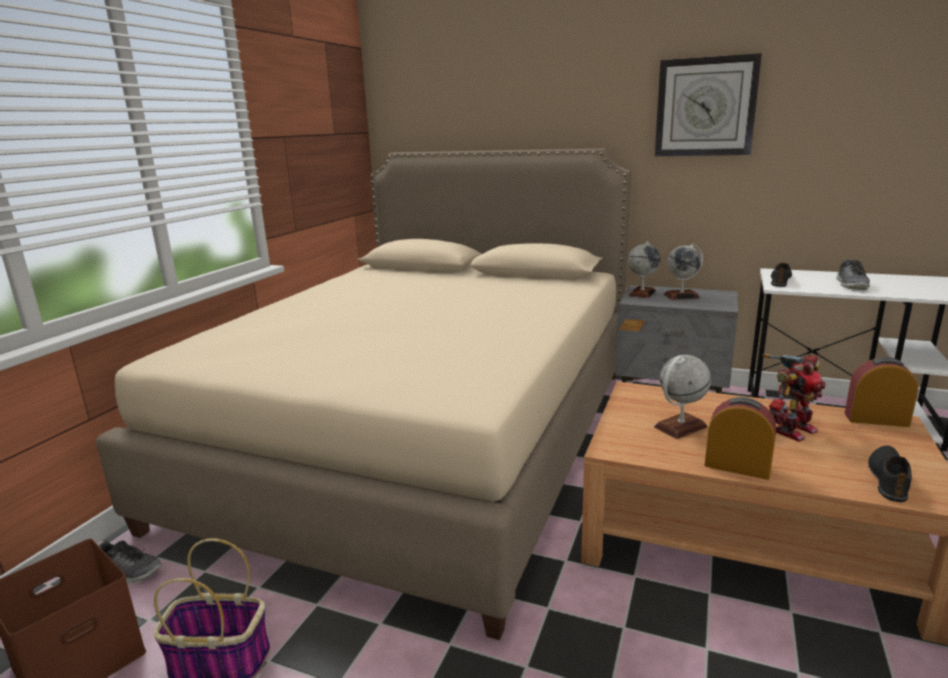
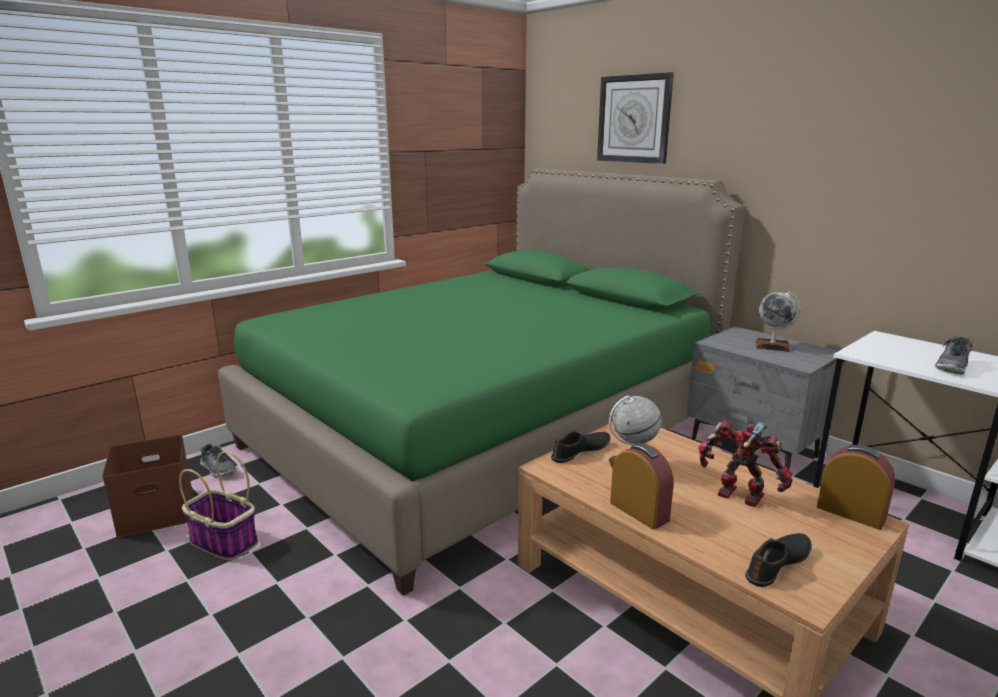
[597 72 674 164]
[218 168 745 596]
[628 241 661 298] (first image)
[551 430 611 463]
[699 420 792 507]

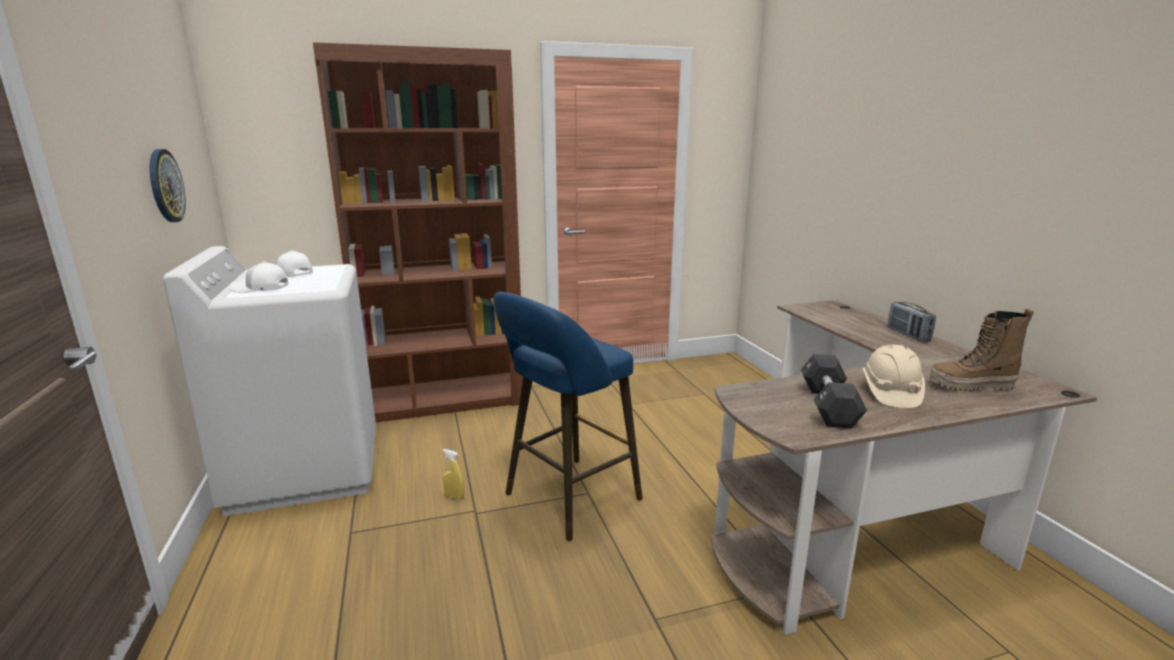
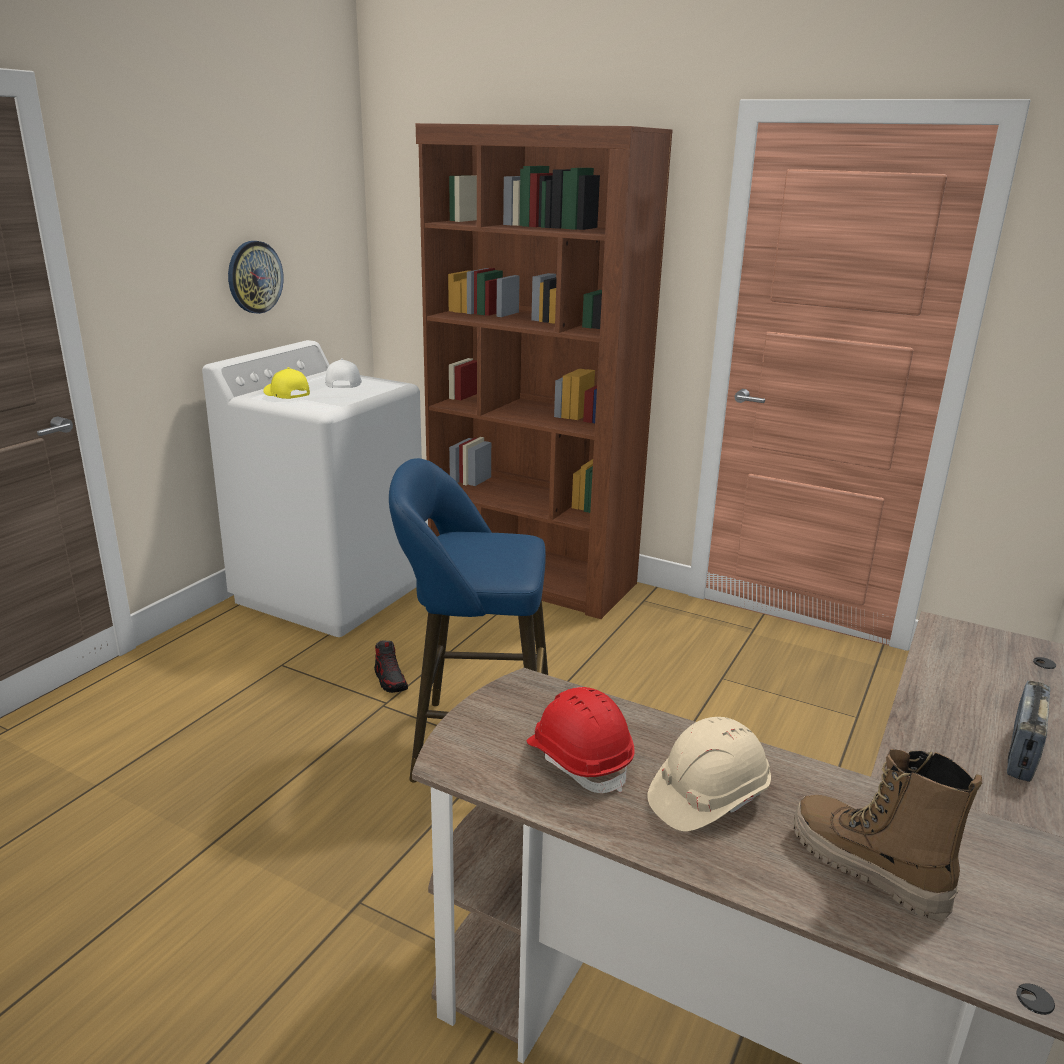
[263 367 310 399]
[527 687 635 793]
[374 640 408 693]

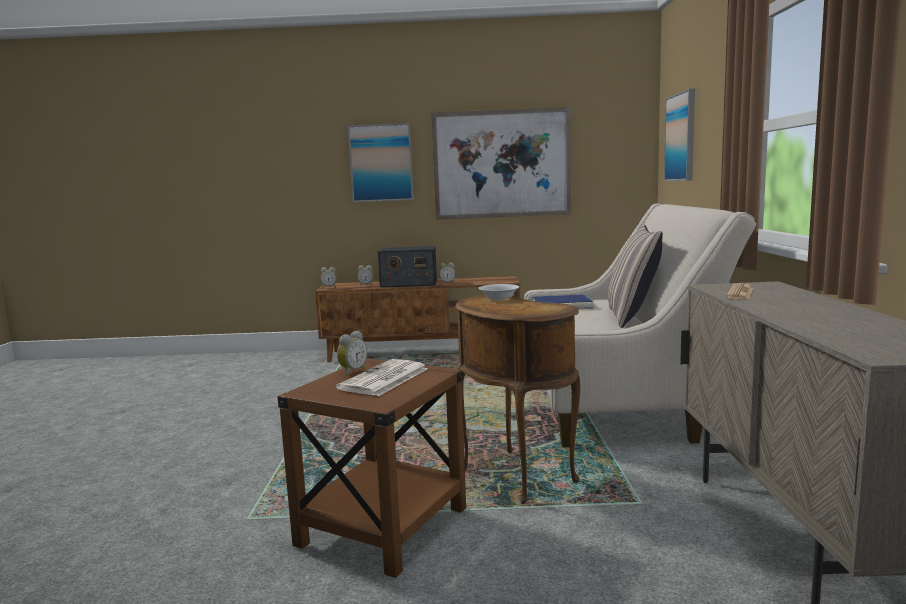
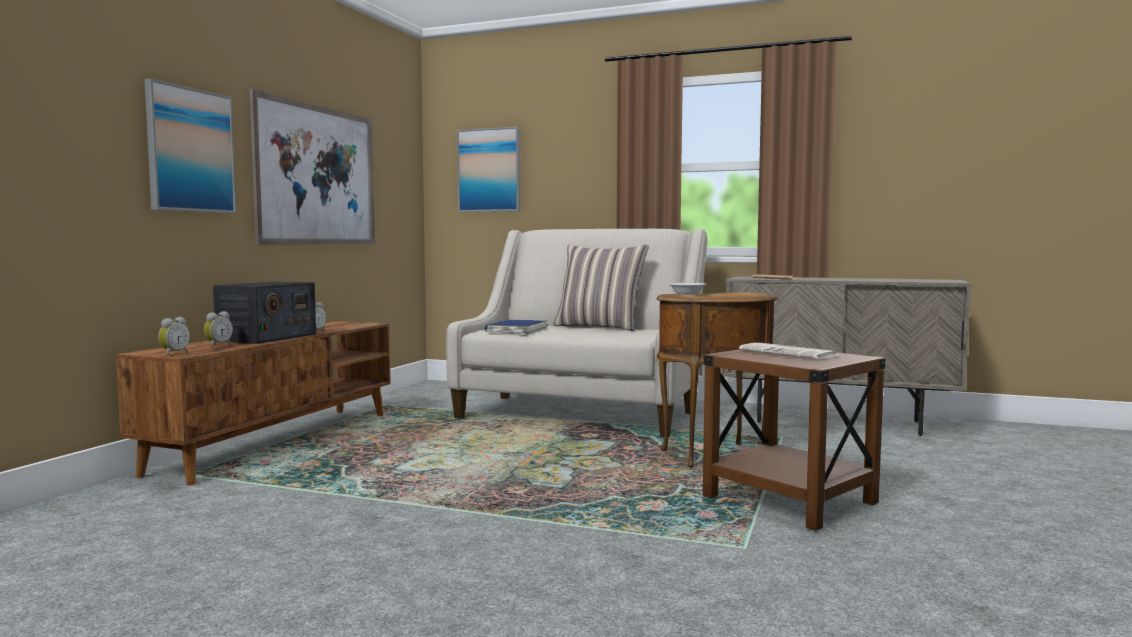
[337 331 367 376] (first image)

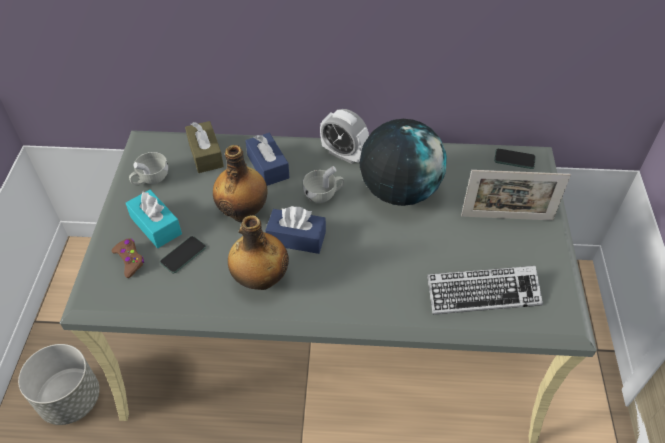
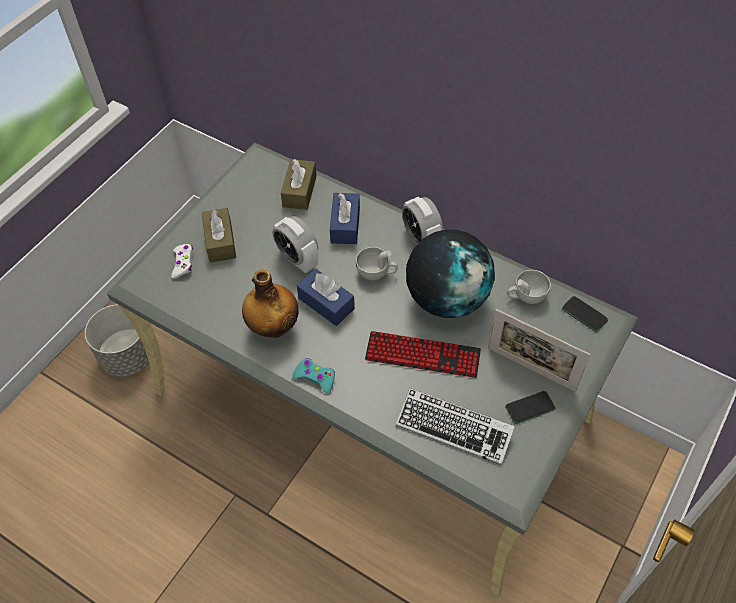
[273 216 318 273]
[507 270 551 304]
[201 208 236 263]
[505 391 556 424]
[171 244 193 279]
[365 331 481 378]
[292 358 335 394]

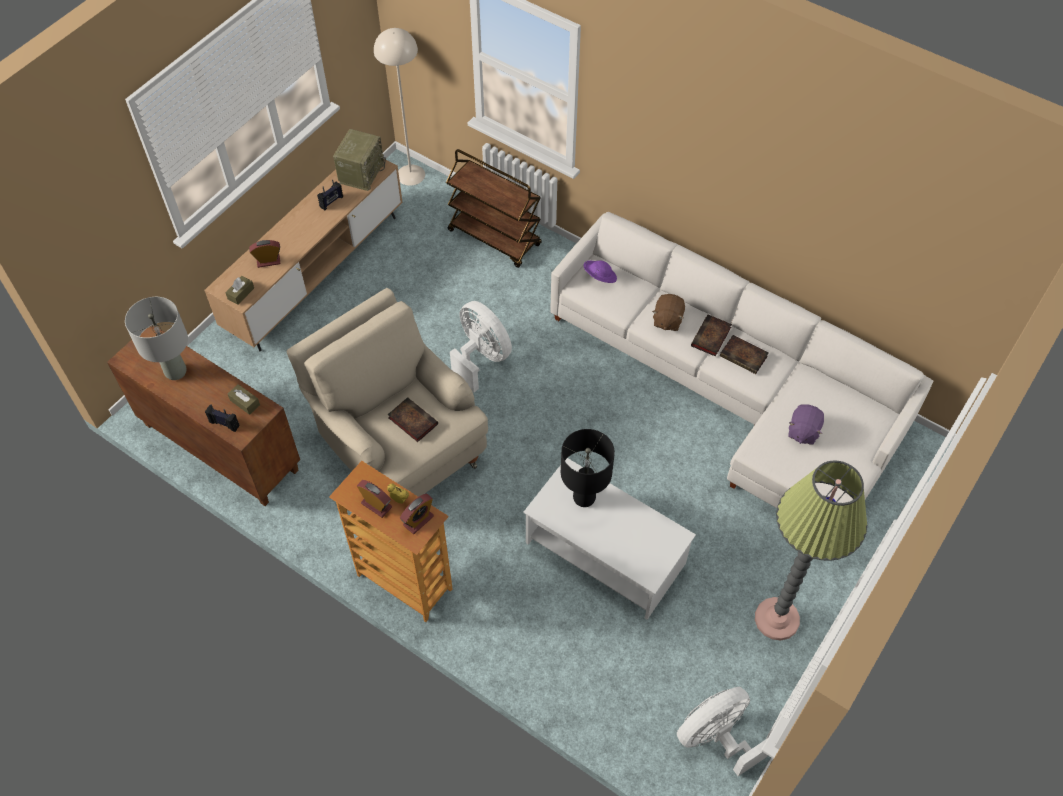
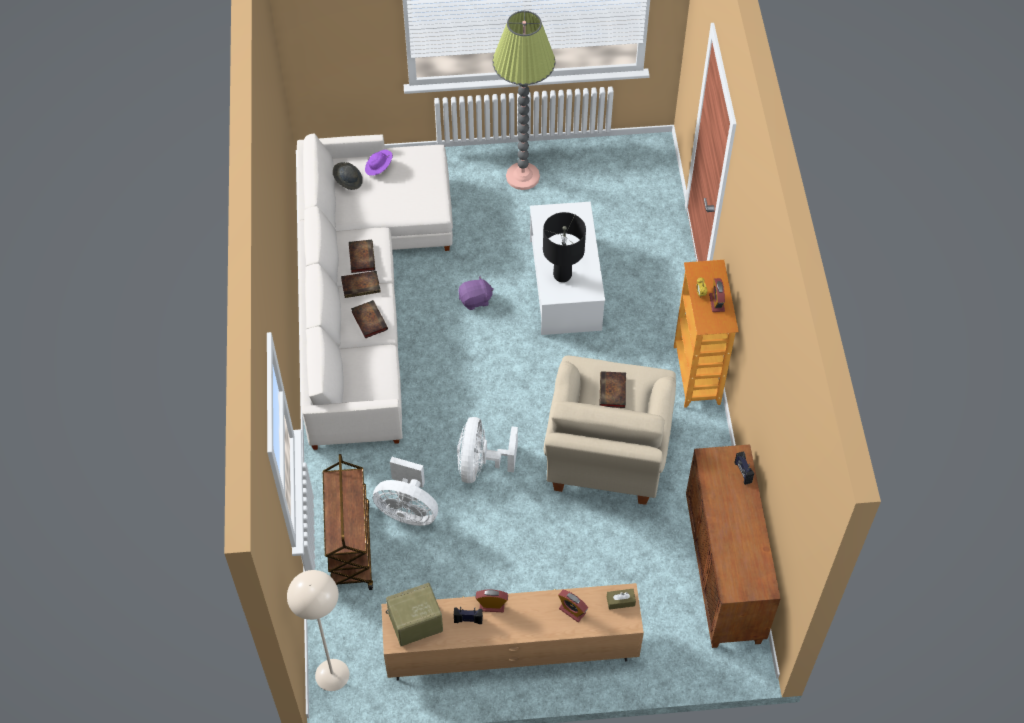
[365 150 393 176]
[351 300 388 339]
[125 297 188 380] (first image)
[228 384 260 415] (first image)
[458 276 494 310]
[475 590 508 612]
[373 457 438 526]
[333 162 363 190]

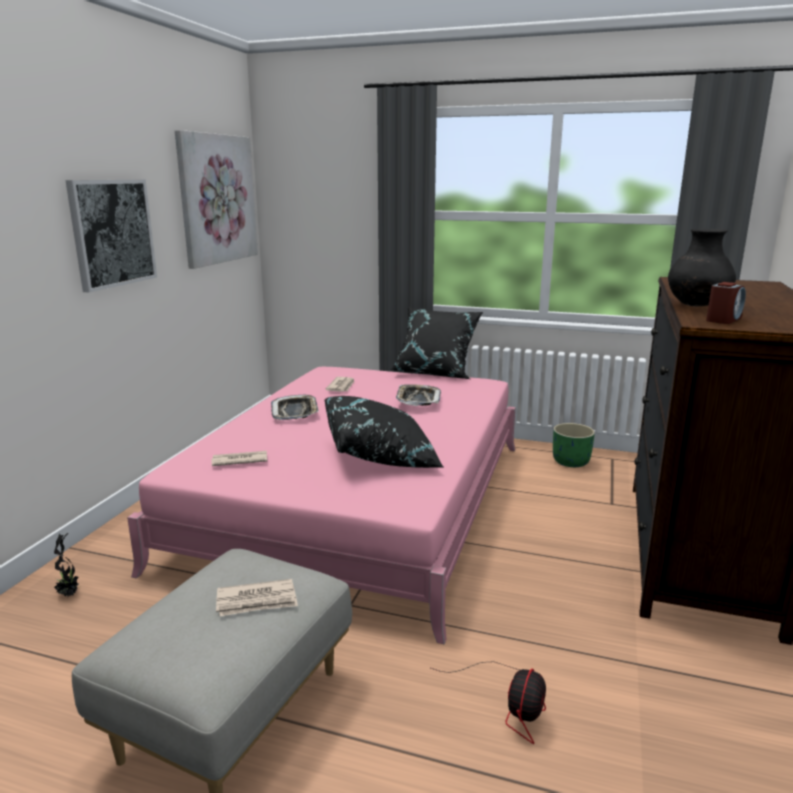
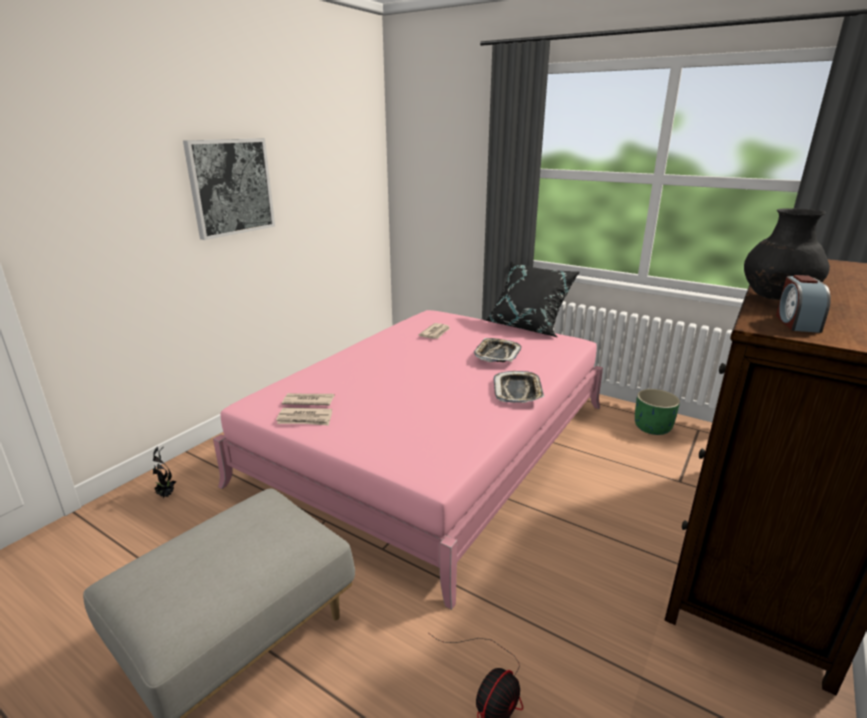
[175 130 258 269] (first image)
[776 275 831 333]
[493 371 544 403]
[324 396 444 468] (first image)
[276 408 332 426]

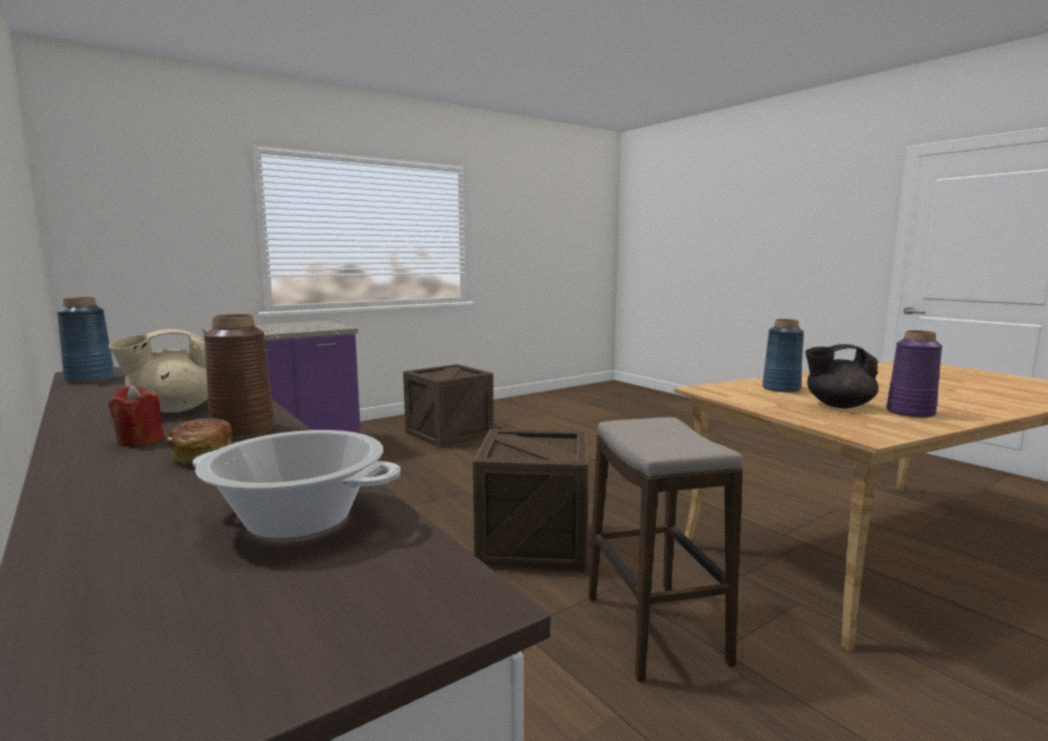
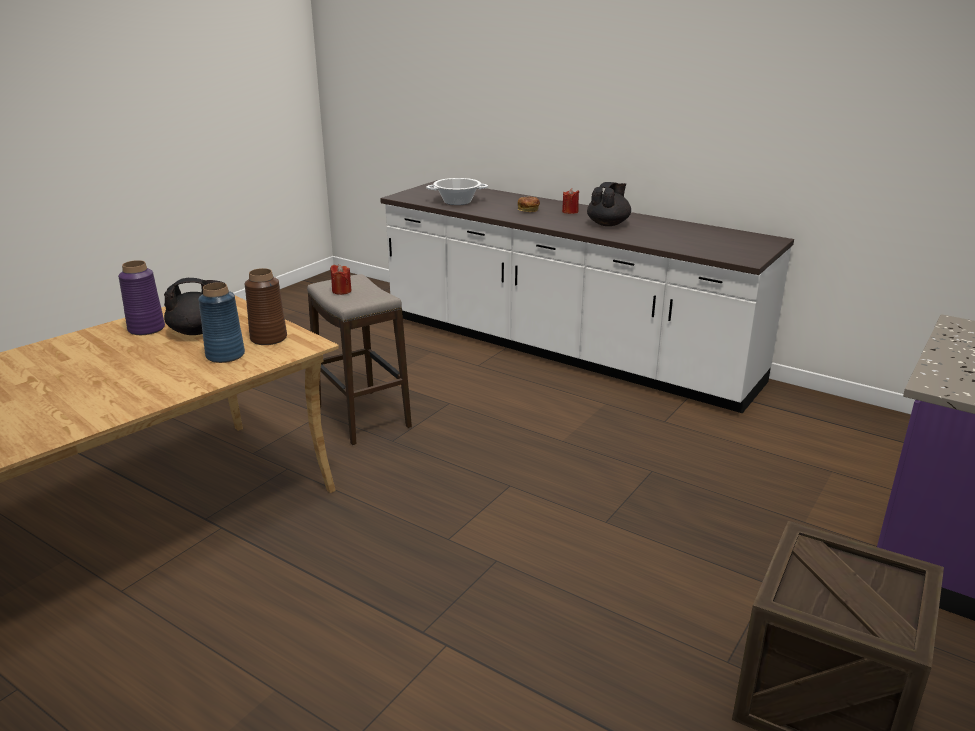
[57 297 115 383] (first image)
[245 268 287 345]
[587 182 631 226]
[473 429 588 572] (first image)
[330 264 352 295]

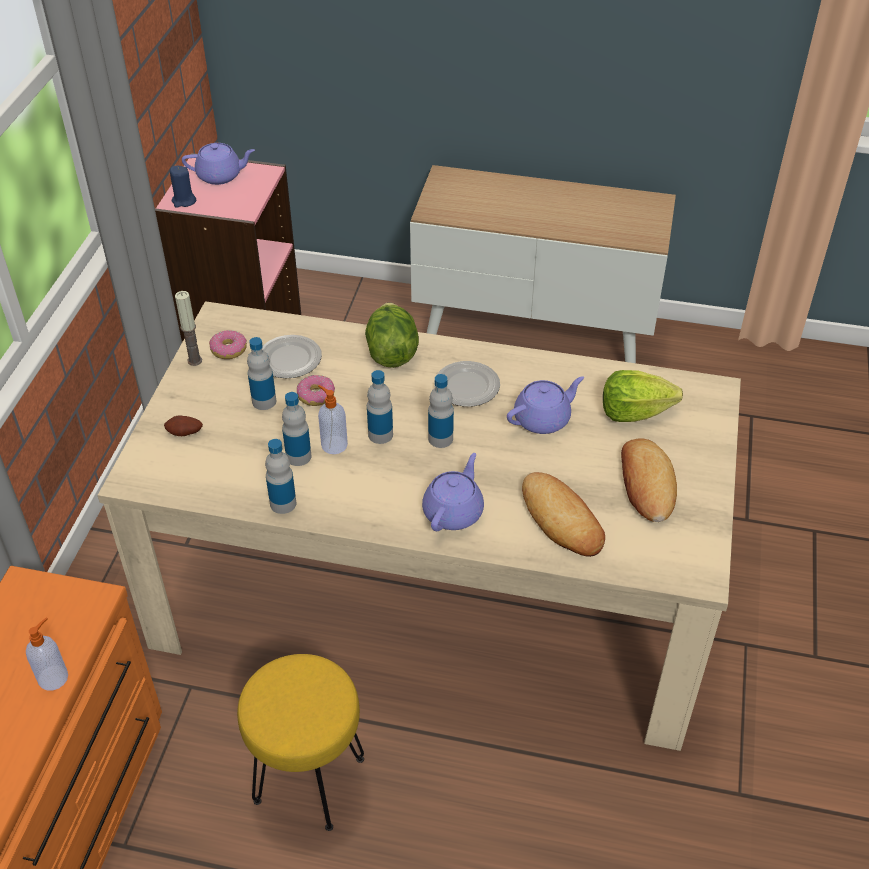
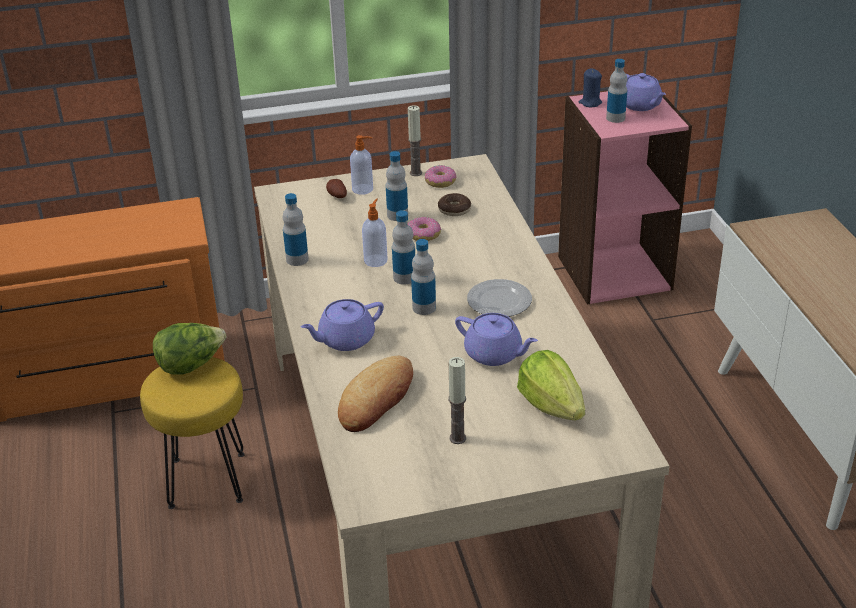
[153 323 226 375]
[438 193 471 216]
[606 59 627 123]
[448 357 466 444]
[301 299 384 351]
[350 135 373 195]

